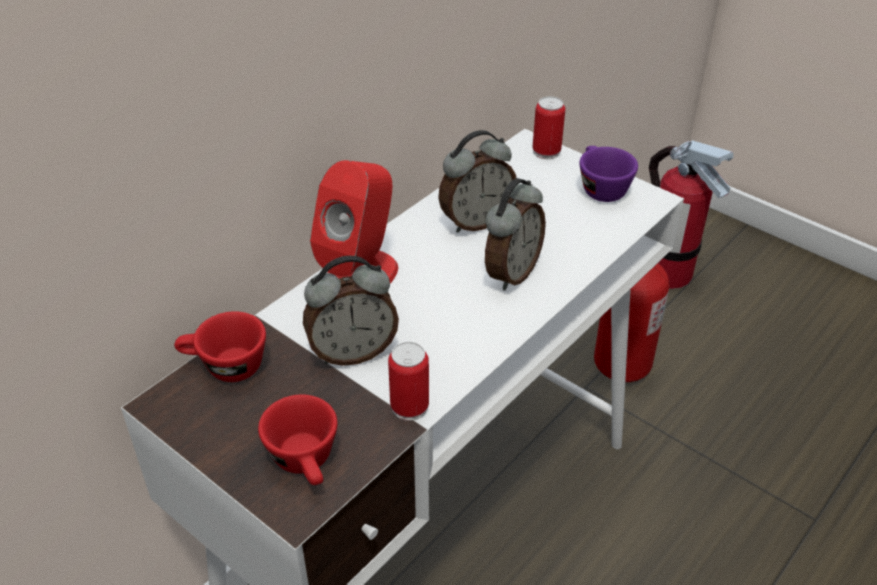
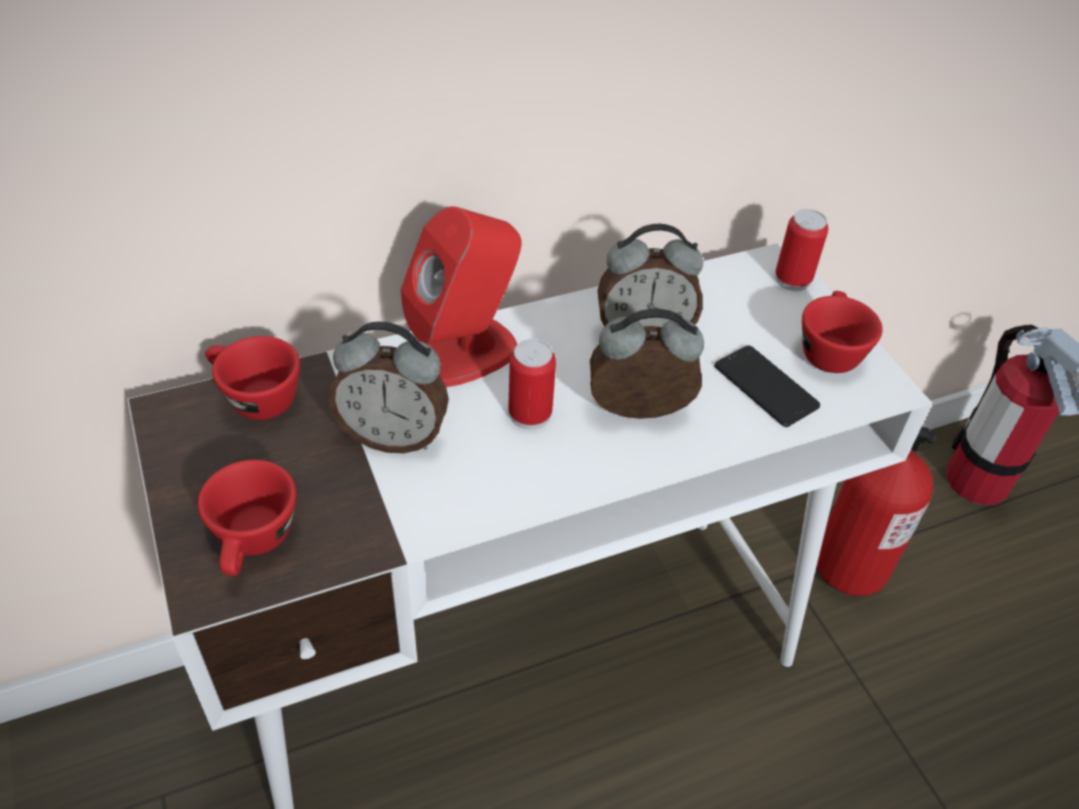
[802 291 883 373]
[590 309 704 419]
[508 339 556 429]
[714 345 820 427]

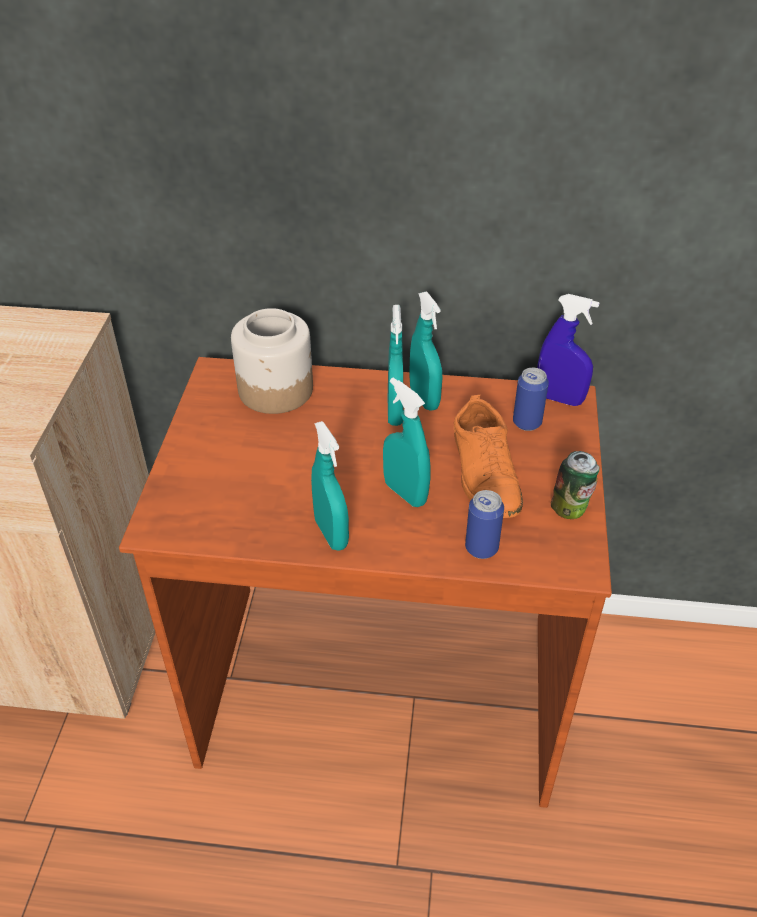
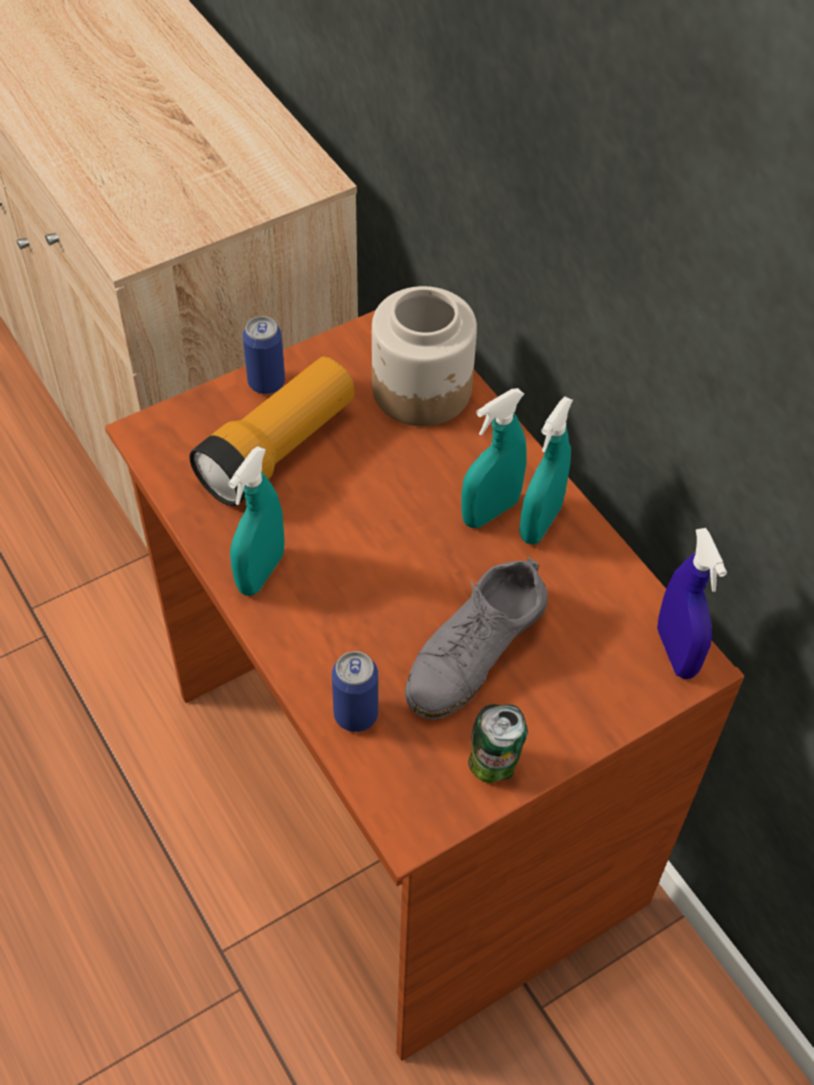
[243 316 285 394]
[383 378 430 507] (first image)
[405 557 548 720]
[189 356 354 506]

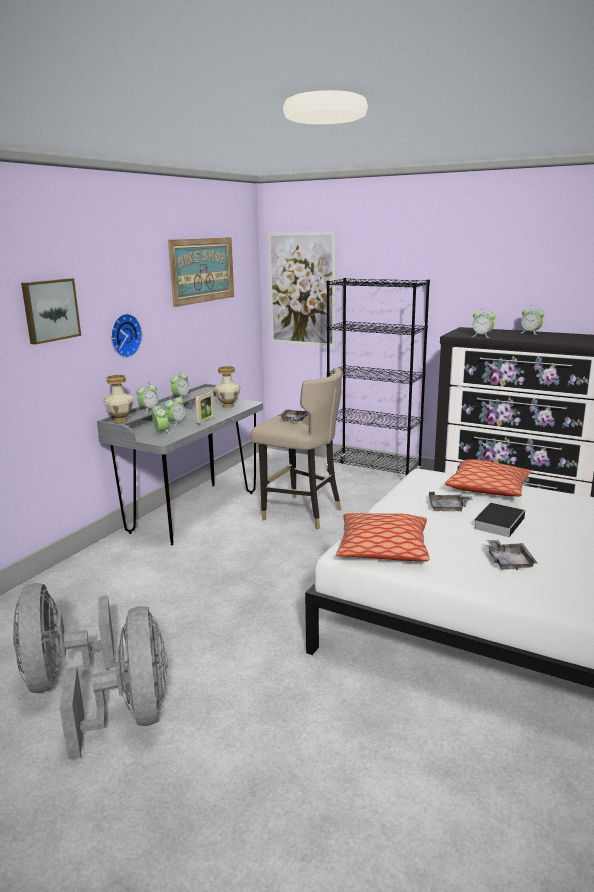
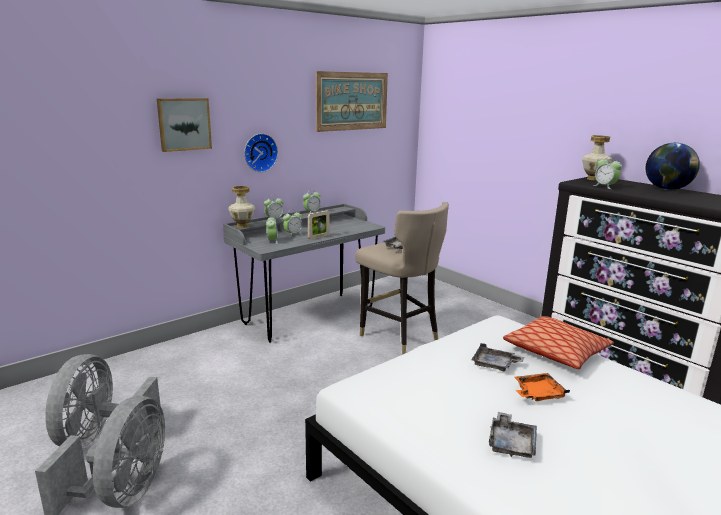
[268 231 336 347] (first image)
[326 278 430 476] (first image)
[645 143 700 190]
[582 135 612 181]
[514 373 570 401]
[336 513 430 562] (first image)

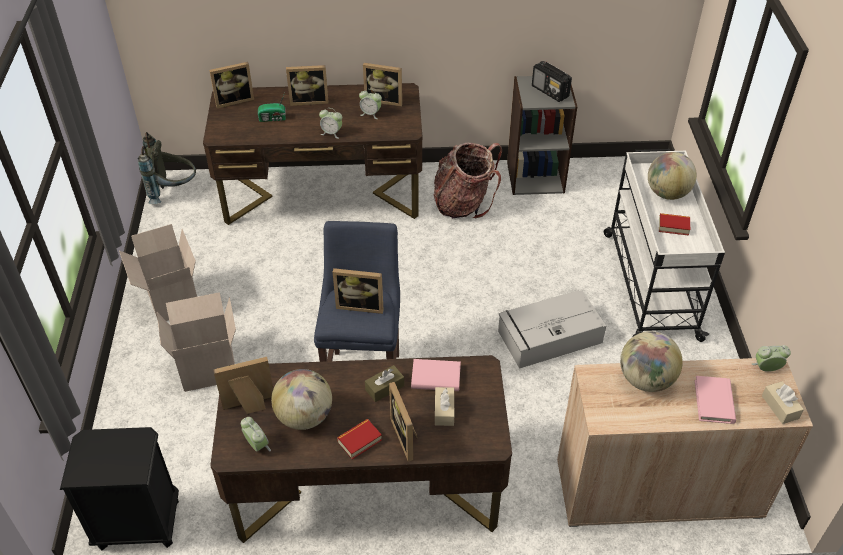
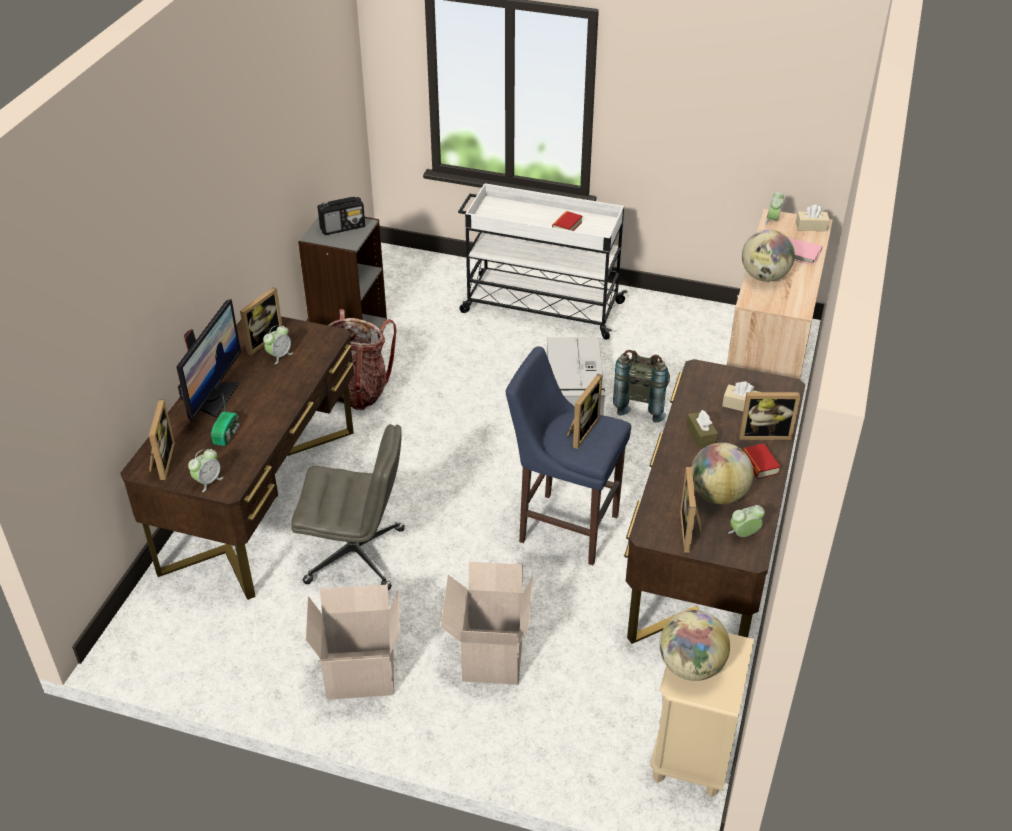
[176 299 241 421]
[188 449 223 492]
[613 350 670 423]
[660 610 730 681]
[411 359 461 391] (first image)
[650 633 754 797]
[291 424 405 590]

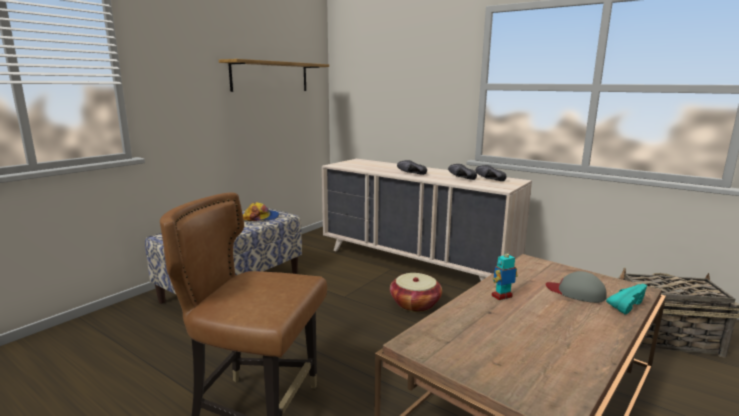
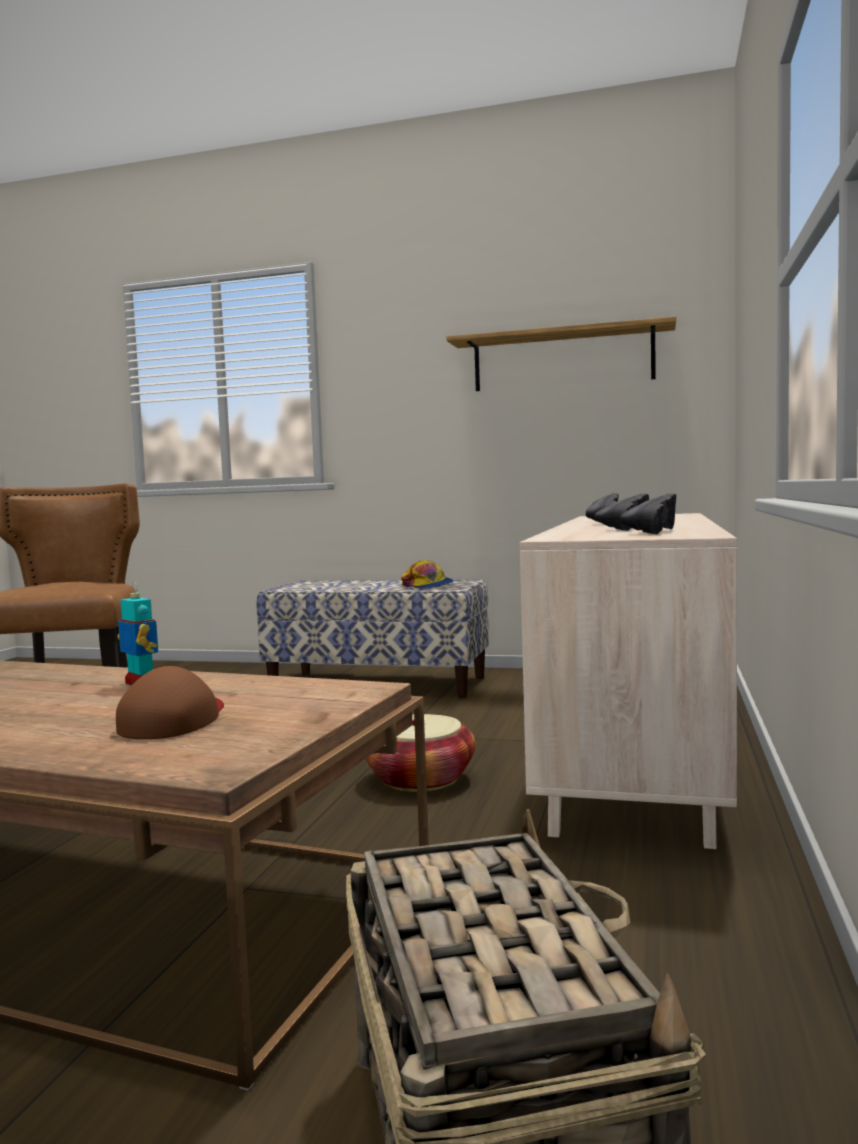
[116 666 224 739]
[606 284 647 315] (first image)

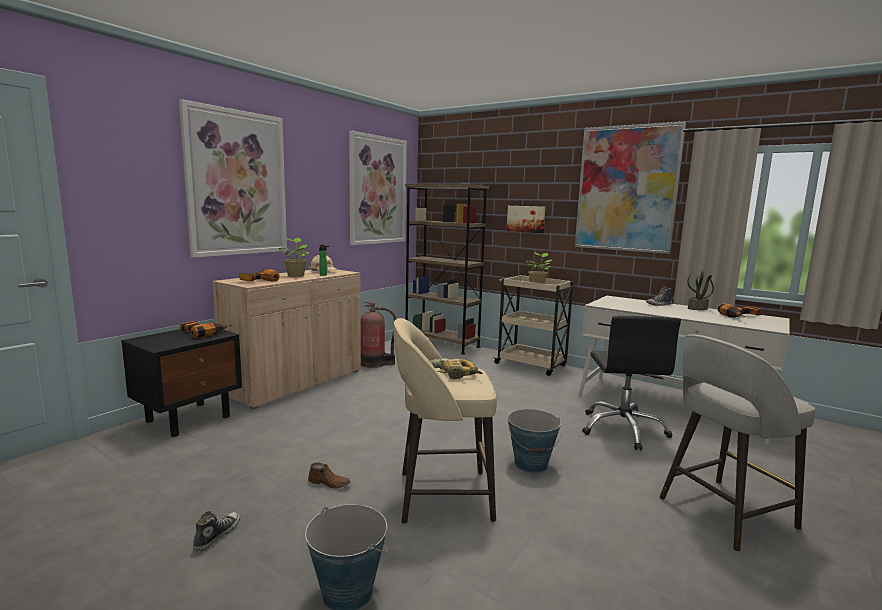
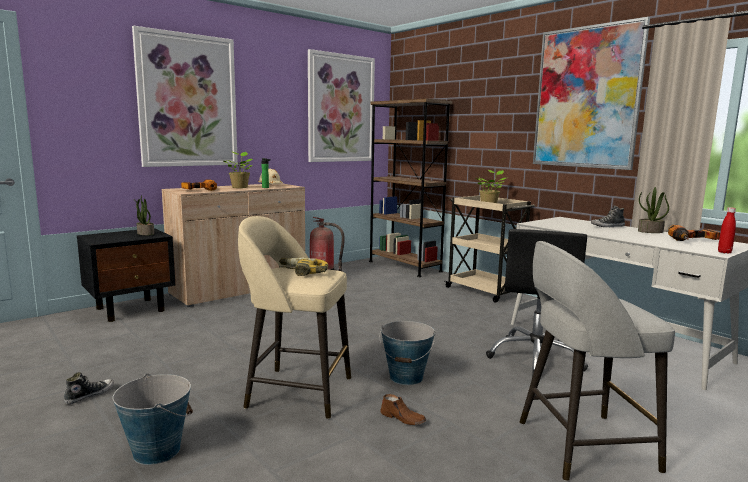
[507 206 545 233] (first image)
[133 196 154 235]
[380 394 426 425]
[718 207 736 254]

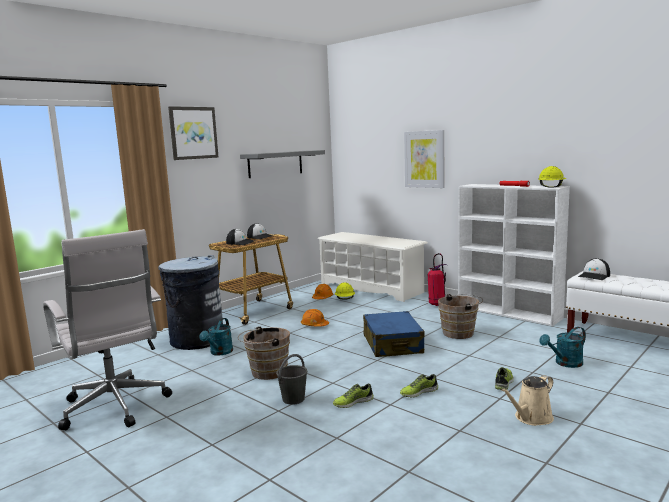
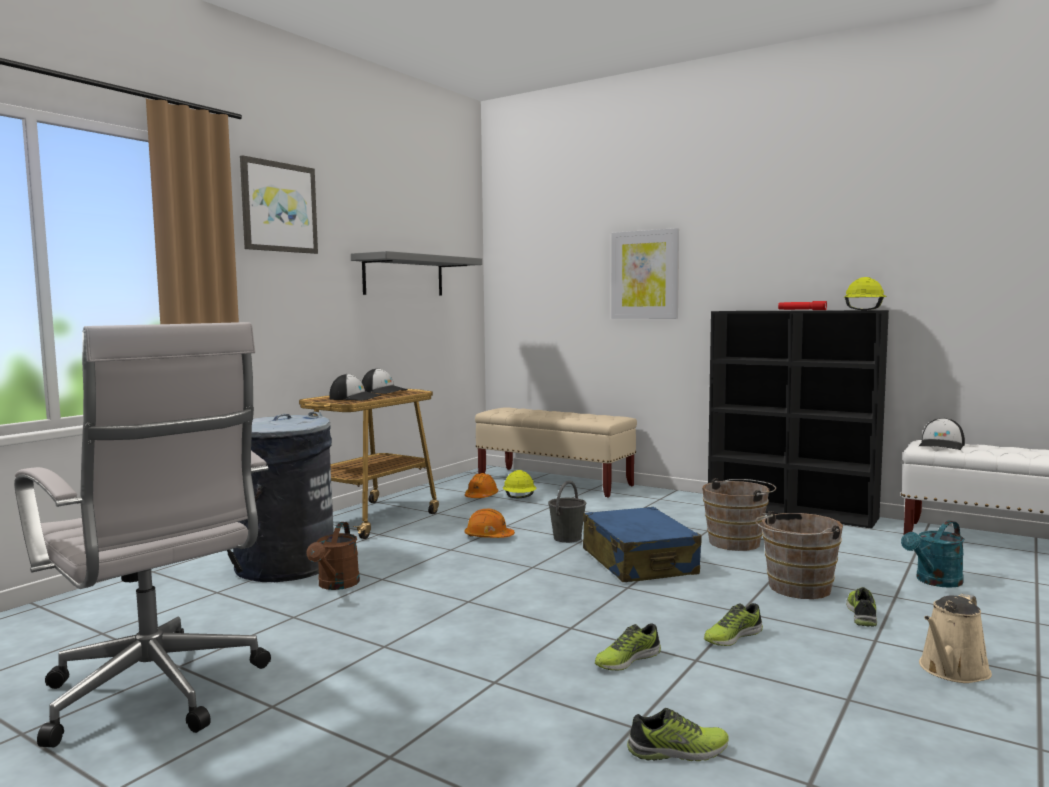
[708 310 889 529]
[475 407 637 498]
[428 253 447 306] (first image)
[306 522 360 590]
[756 511 843 599]
[548 481 586 543]
[627 708 729 761]

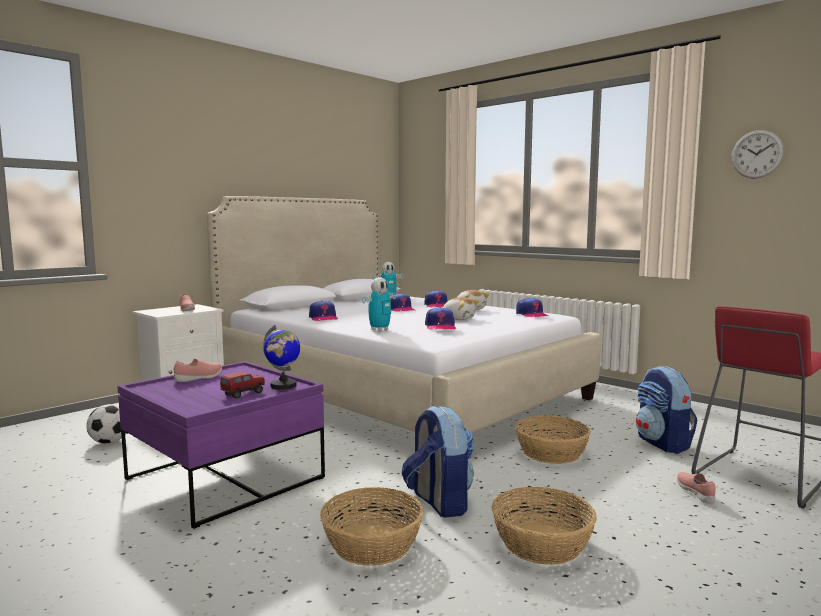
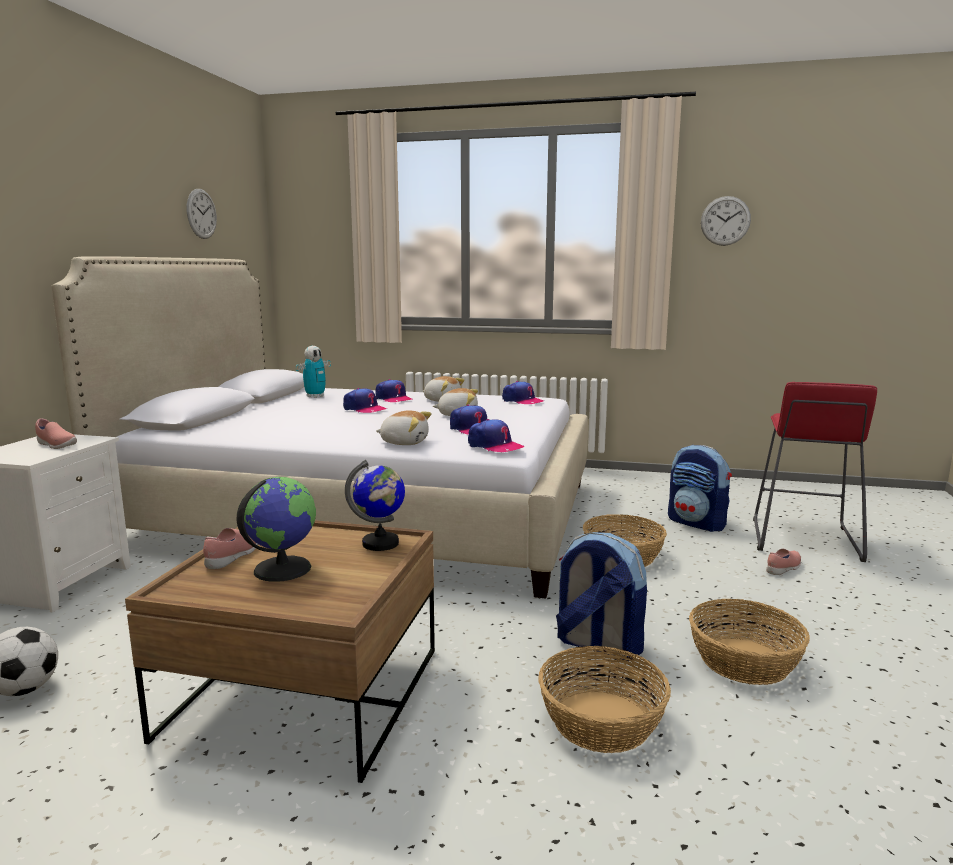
[376 410 432 445]
[468 419 525 452]
[125 520 435 783]
[220 372 265 398] (first image)
[766 549 801 575]
[187 189 217 239]
[237 477 316 582]

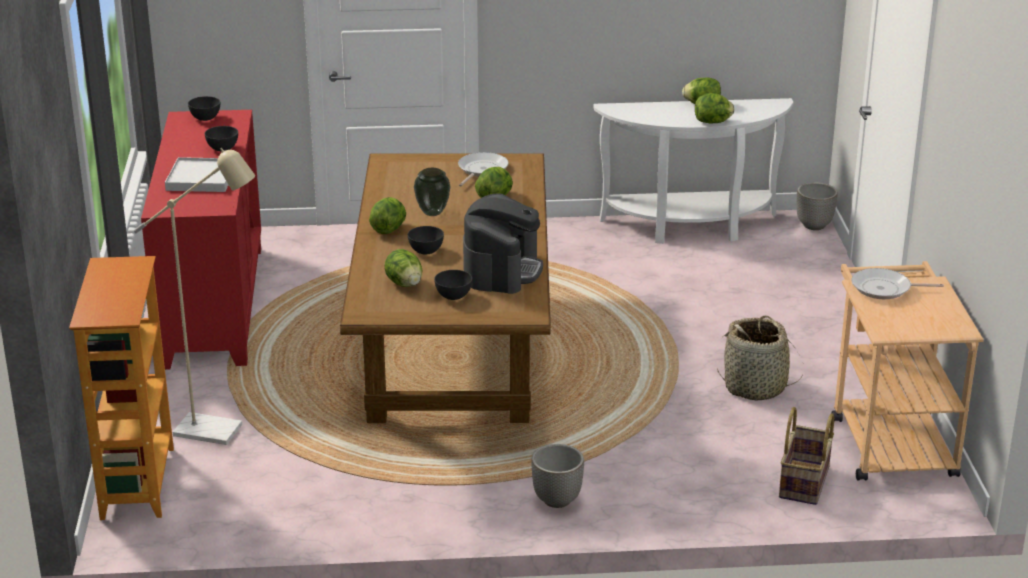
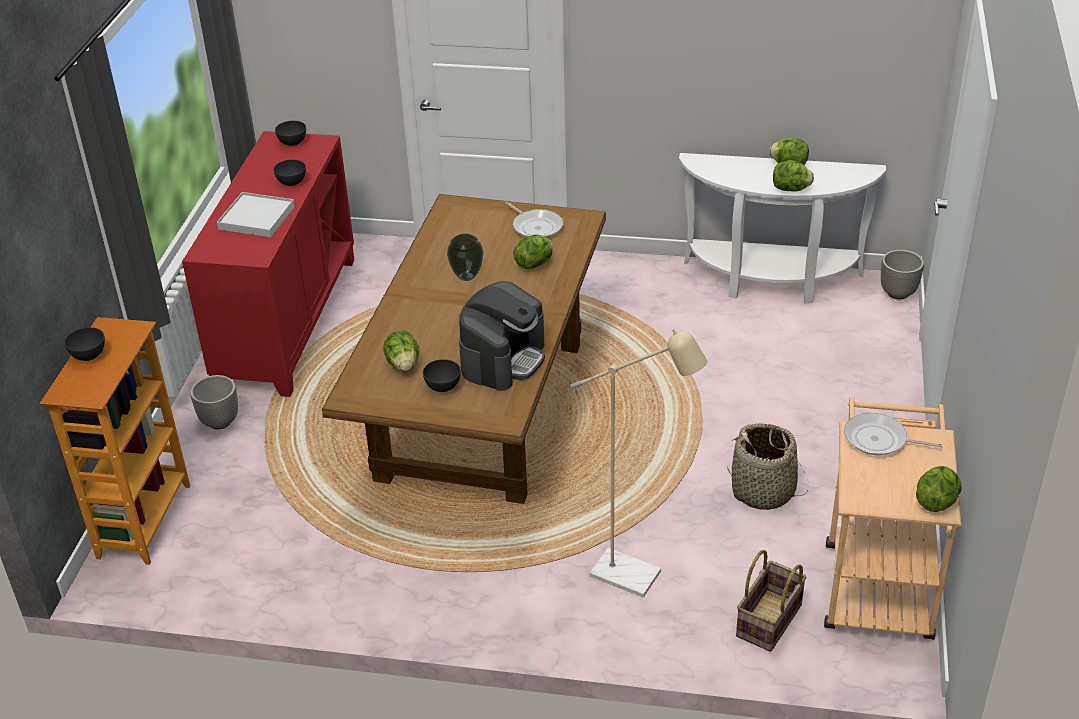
[570 329 707 597]
[505 202 563 238]
[916 466 962 512]
[64 327 105 361]
[190 375 238 429]

